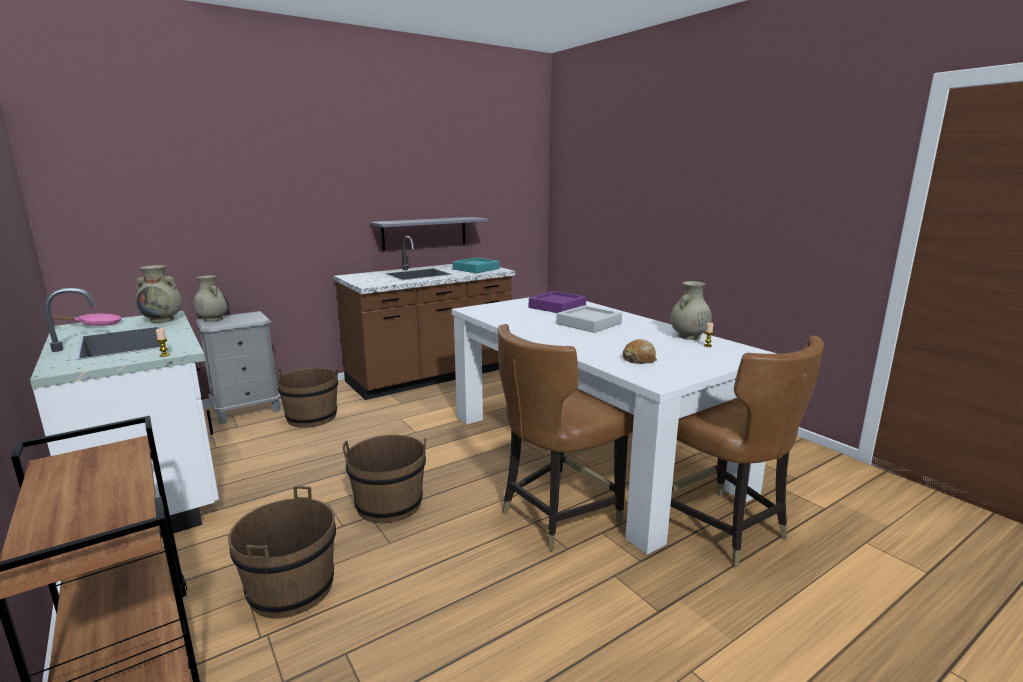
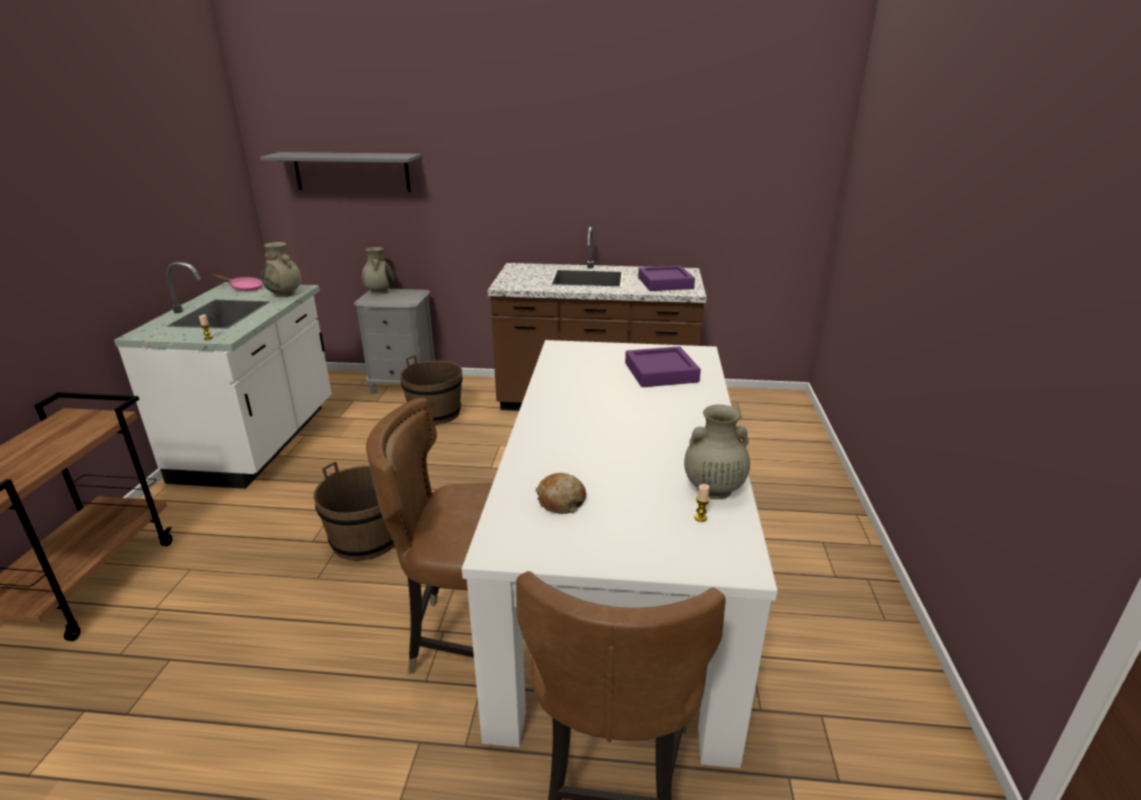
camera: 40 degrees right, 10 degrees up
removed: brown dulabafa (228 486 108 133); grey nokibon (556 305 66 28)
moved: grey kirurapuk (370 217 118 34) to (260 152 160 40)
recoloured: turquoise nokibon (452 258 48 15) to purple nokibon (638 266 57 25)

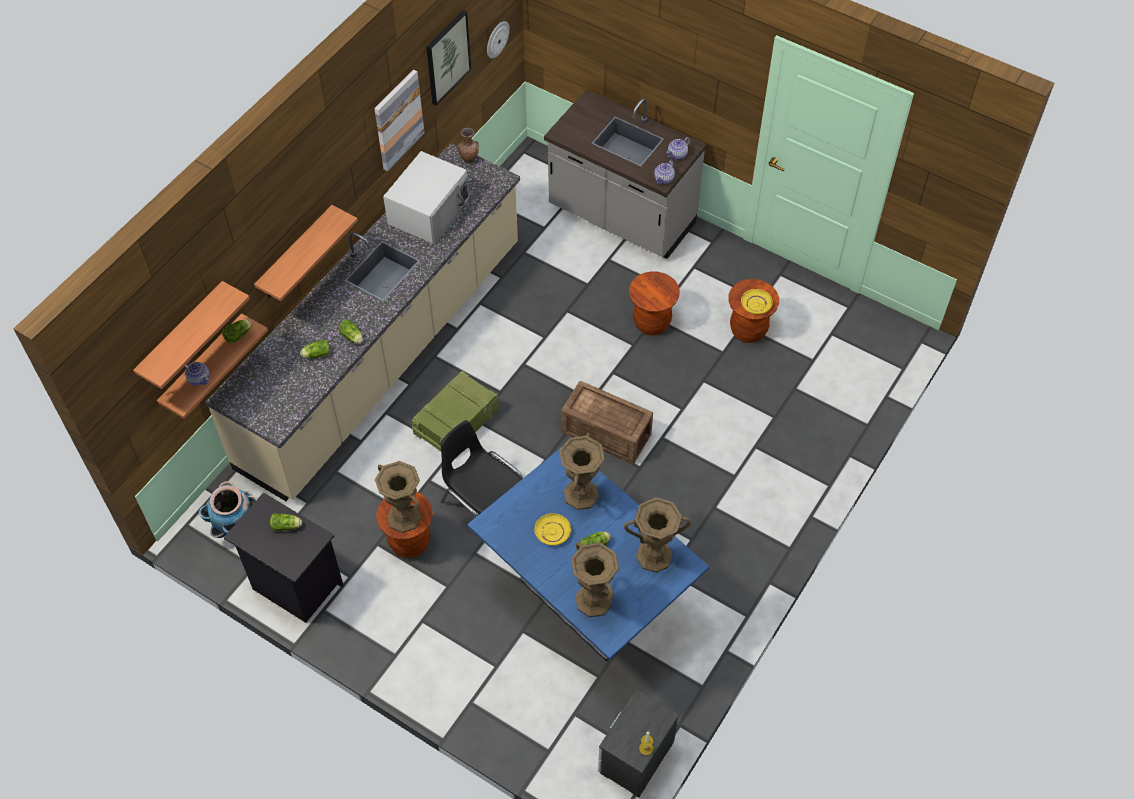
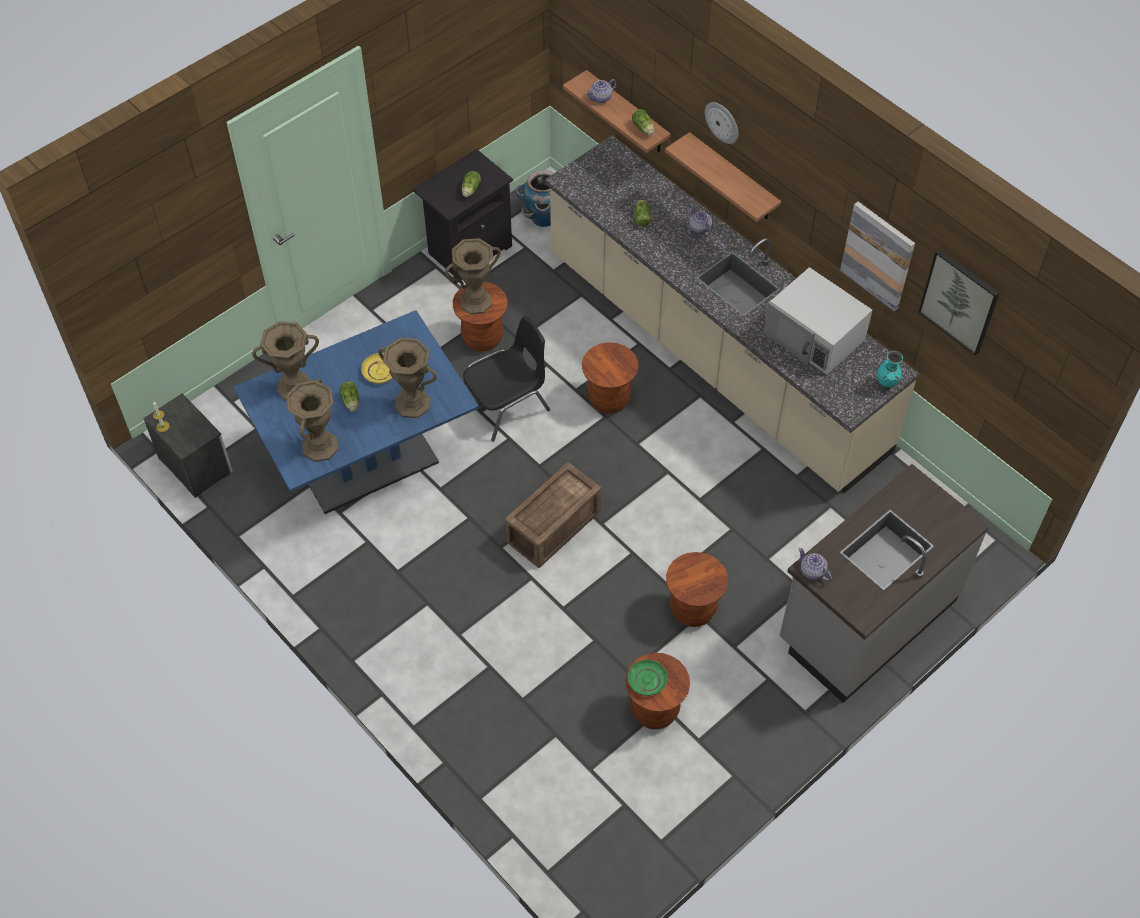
camera: 105 degrees right, 0 degrees up
removed: kirurapuk (133 281 117 108); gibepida (339 320 24 24)
moved: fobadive (666 137 24 23) to (689 205 23 31); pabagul (487 21 23 38) to (705 102 33 42)
replaced: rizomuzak (411 371 88 80) to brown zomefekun (582 342 56 72)
recoloured: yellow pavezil (741 289 32 25) to green pavezil (628 660 39 36); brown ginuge (458 128 21 36) to turquoise ginuge (877 351 26 38)

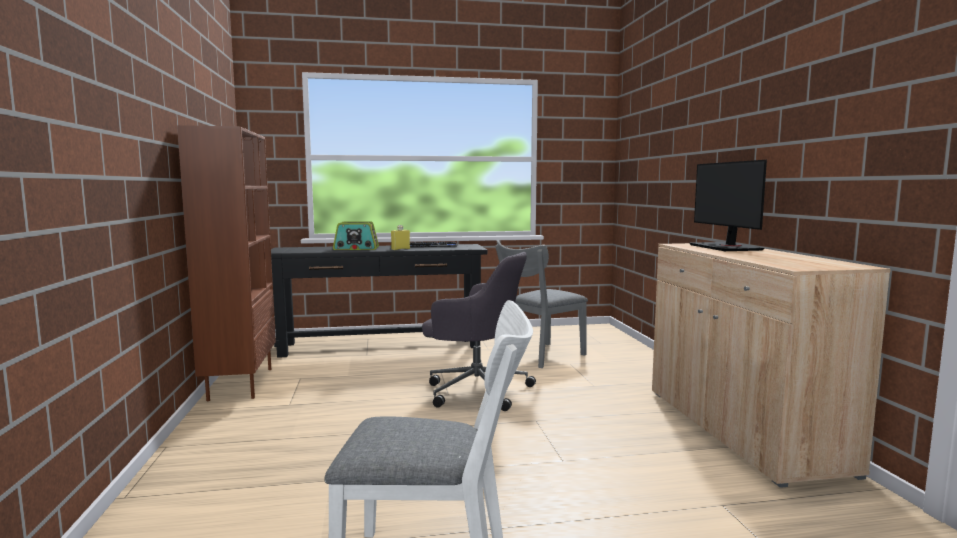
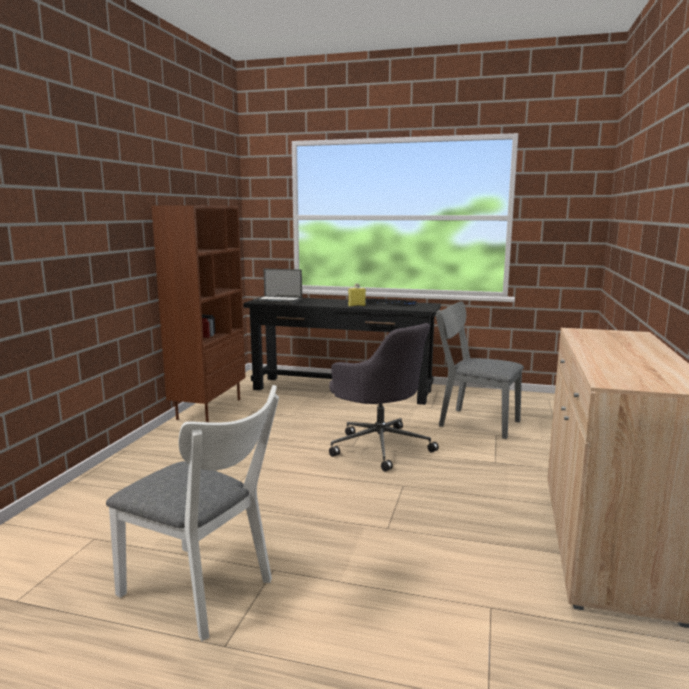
camera: 25 degrees right, 5 degrees up
removed: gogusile (333 221 46 29); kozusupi (690 160 77 91)
added: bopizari (252 269 50 35)
turned: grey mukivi (495 240 93 128) = (435 301 89 138) 45 degrees clockwise

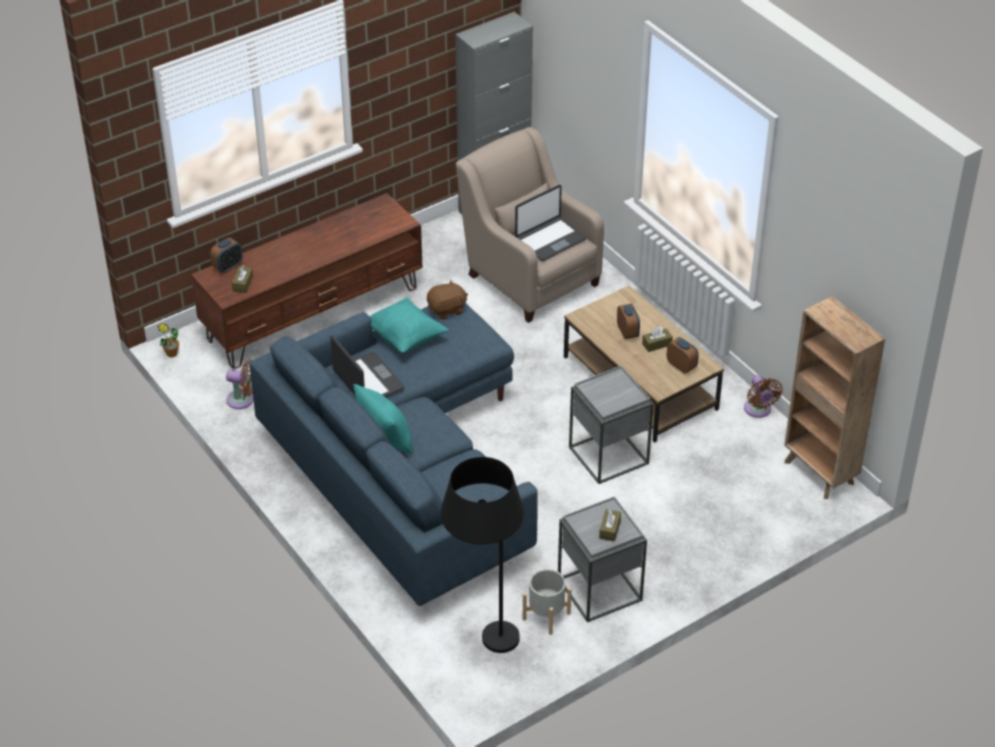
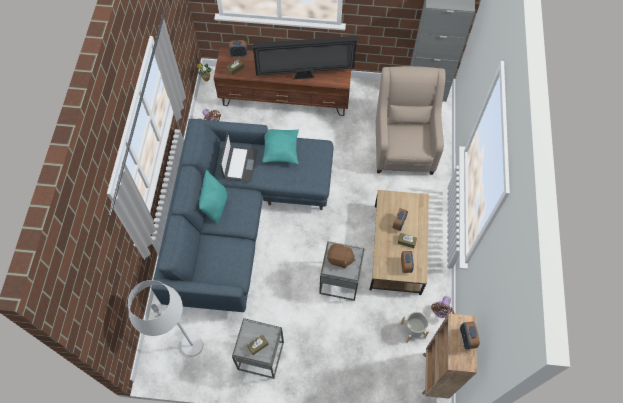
camera: 40 degrees right, 20 degrees up
removed: bopizari (515 185 71 76)
added: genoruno (253 36 104 43); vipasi (460 321 20 28)
moved: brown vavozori (427 280 41 40) to (327 244 28 24); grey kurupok (523 569 49 66) to (400 312 29 31)
recoloured: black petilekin (441 457 83 196) to white petilekin (128 280 75 77)

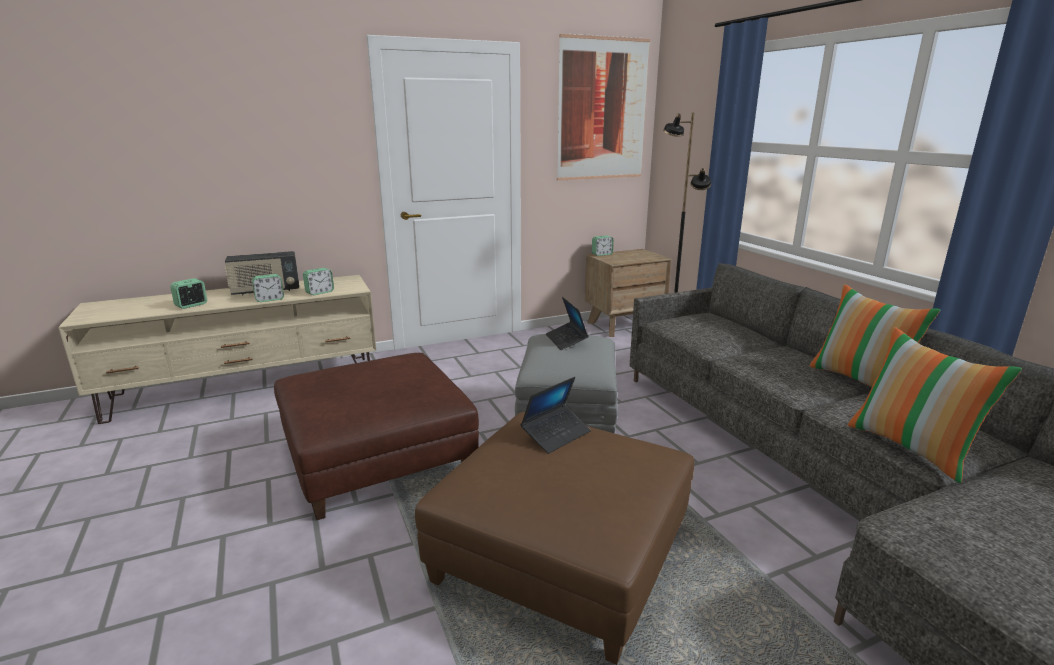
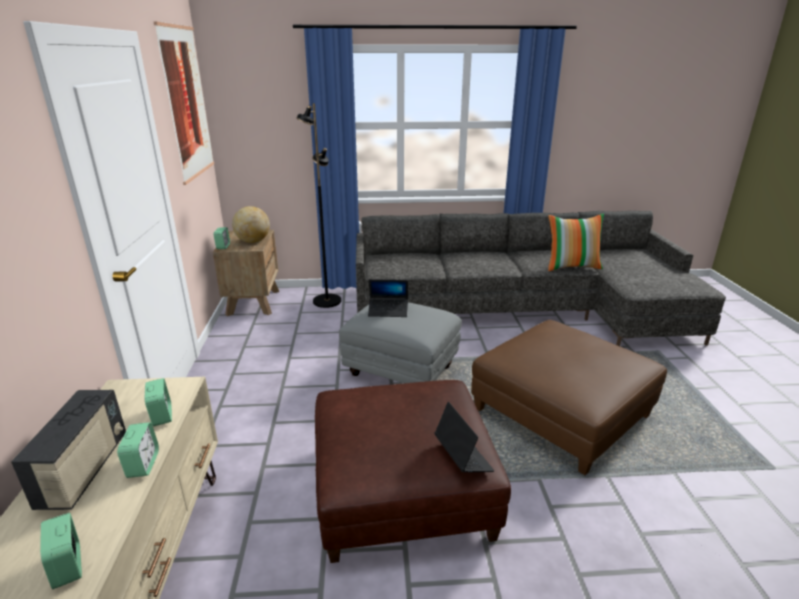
camera: 70 degrees left, 5 degrees up
removed: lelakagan (809 284 132 103)
added: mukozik (232 206 38 37)
moved: bopizari (520 377 71 77) to (434 402 60 70)

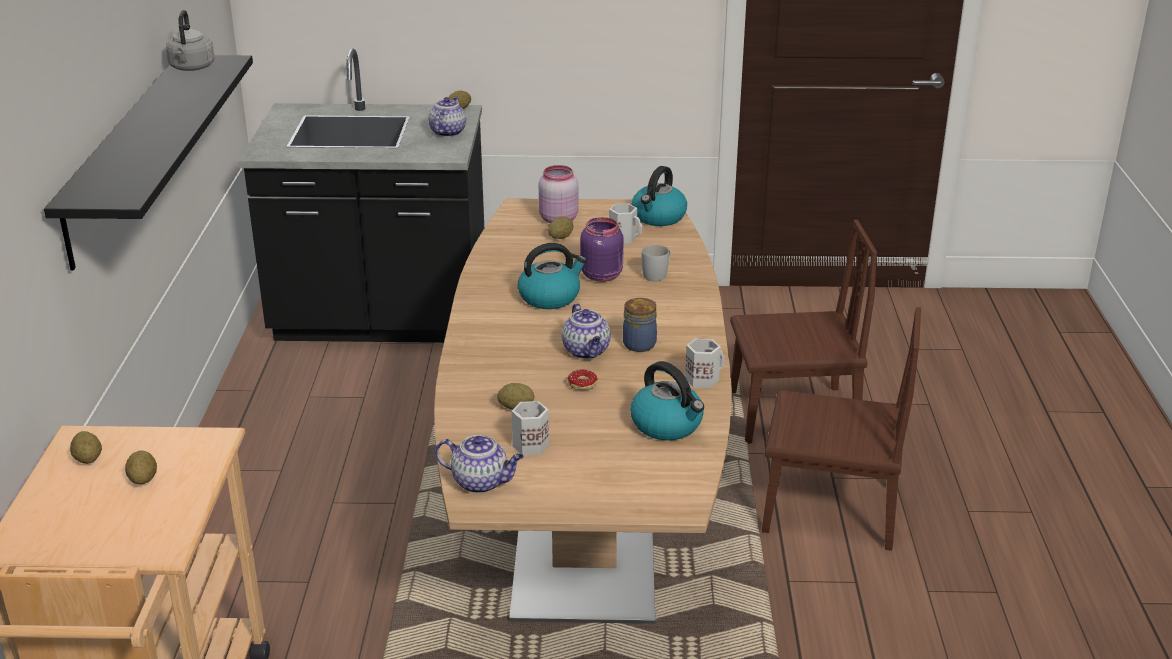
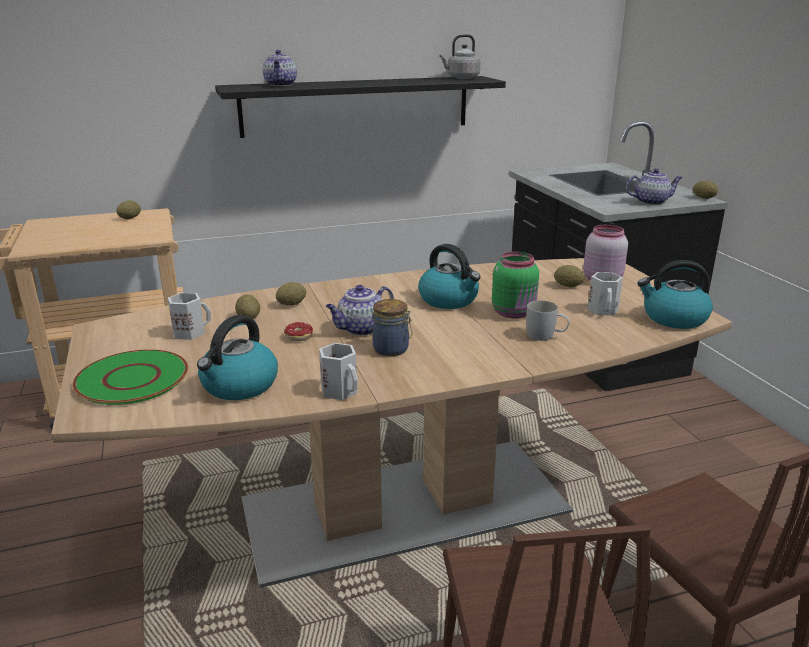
camera: 70 degrees right, 5 degrees down
added: green pavezil (72 349 116 56)
moved: fobadive (435 435 89 58) to (263 50 34 36); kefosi (125 451 32 33) to (276 282 30 23)
recoloured: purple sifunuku (580 217 44 65) to green sifunuku (492 251 47 68)

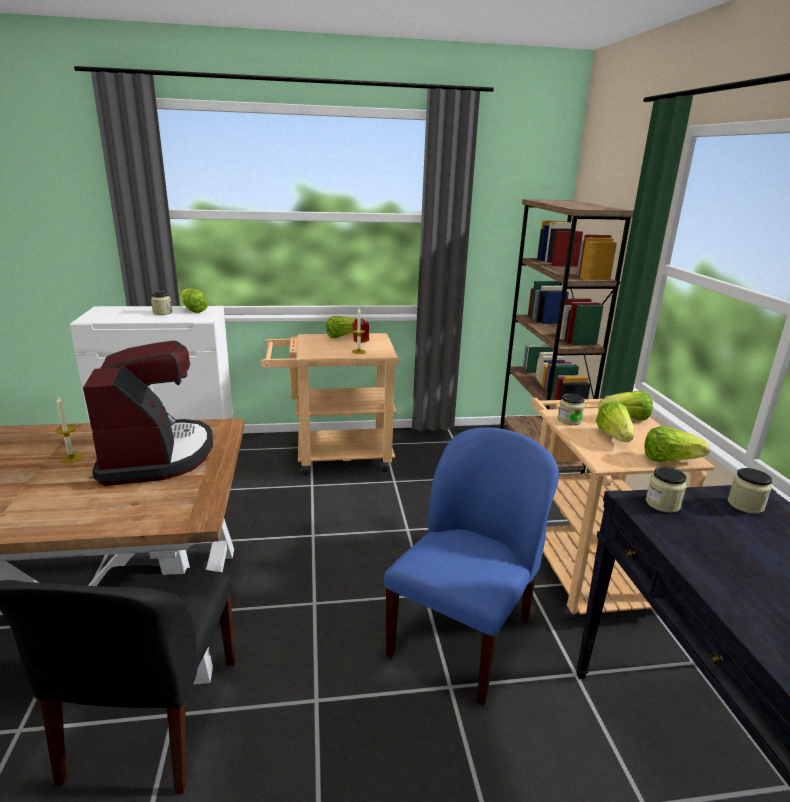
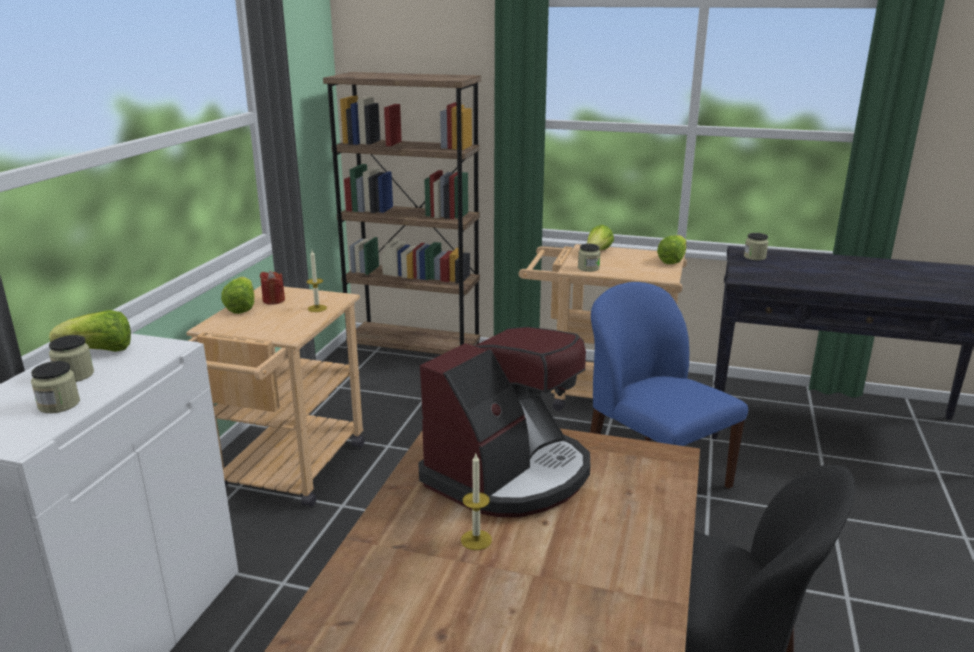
camera: 65 degrees left, 0 degrees up
removed: gibepida (596 402 38 40)
moved: sifunuku (646 467 41 46) to (31 361 49 52)
turned: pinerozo (83 341 130 145) = (418 327 172 191) 120 degrees clockwise

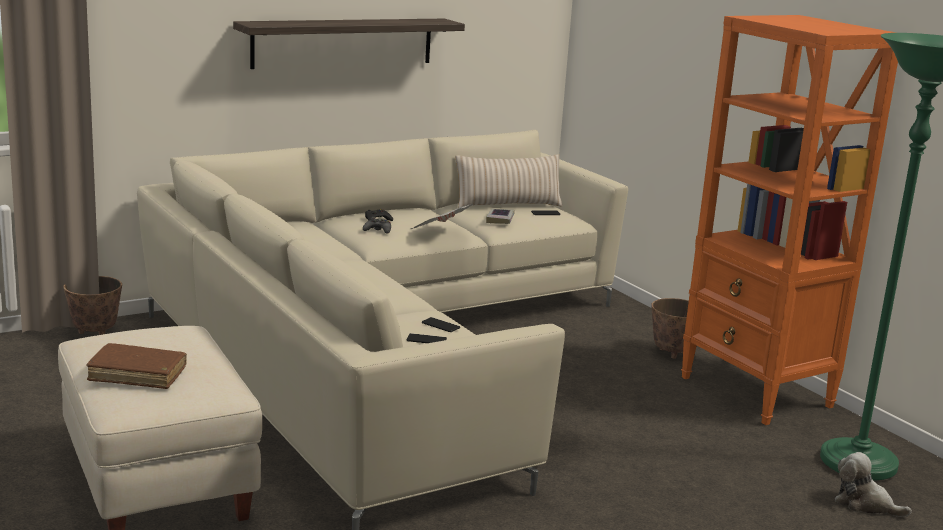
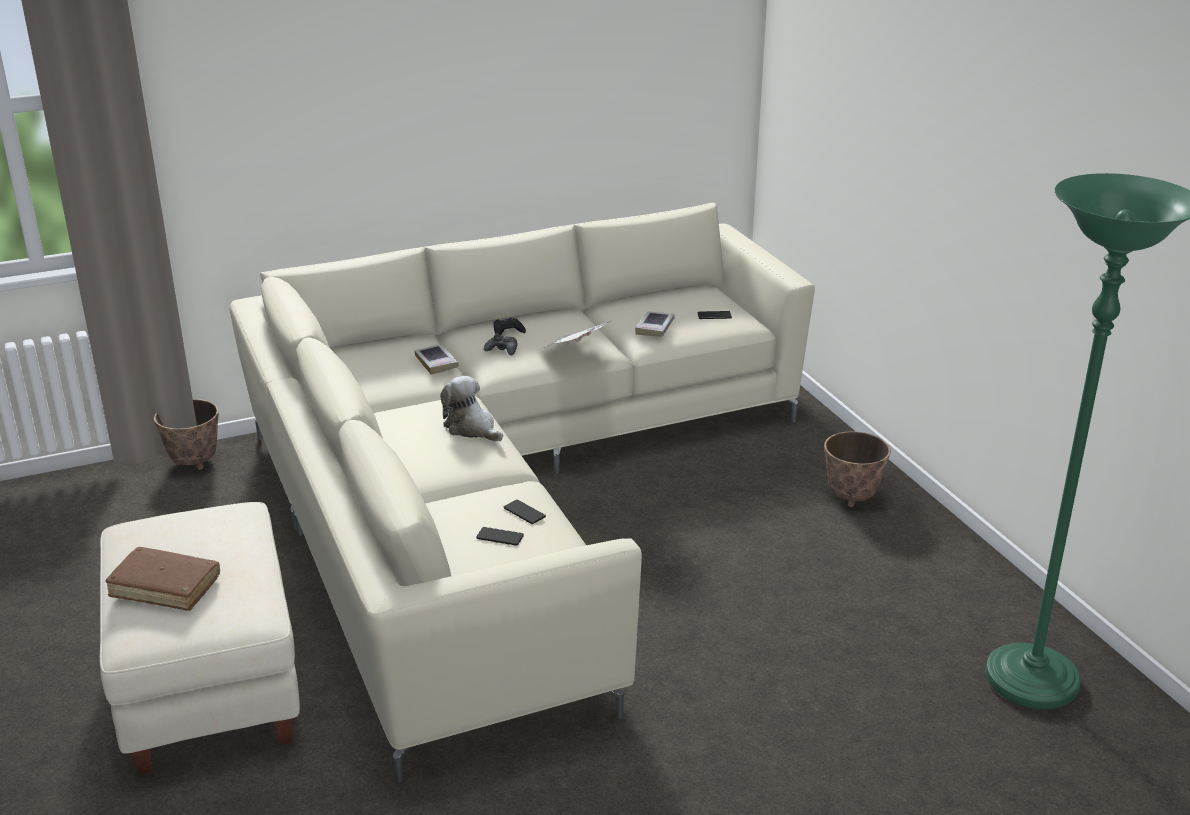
camera: 10 degrees right, 10 degrees up
removed: kirurapuk (233 19 232 50); beige lelakagan (455 154 107 54); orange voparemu (681 15 217 410)
added: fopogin (414 344 45 31)
moved: vavozori (835 452 77 65) to (440 376 63 66)

